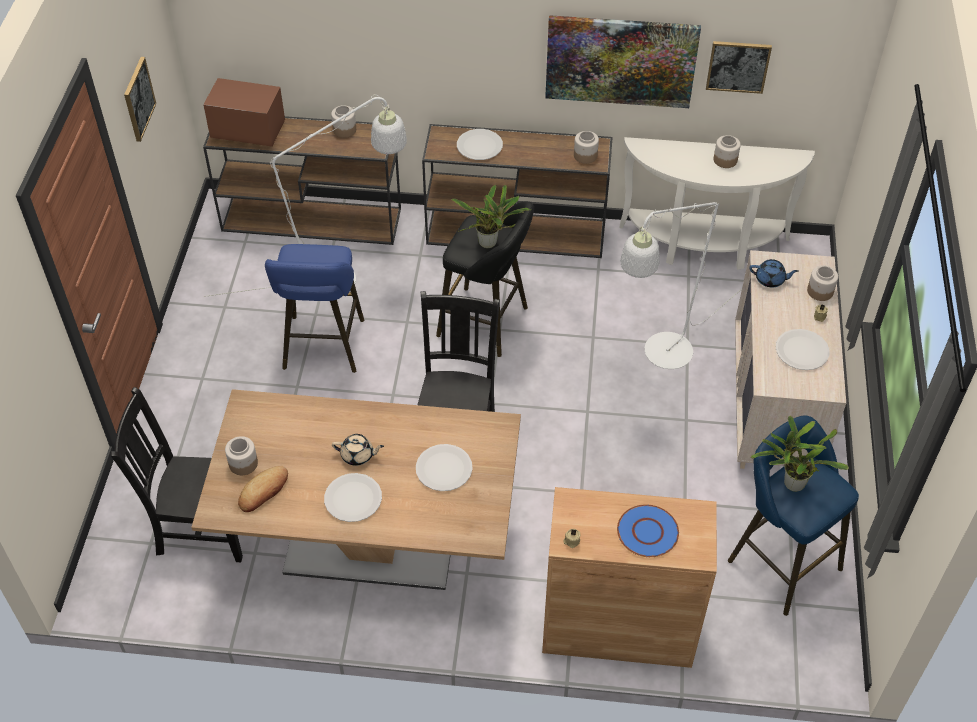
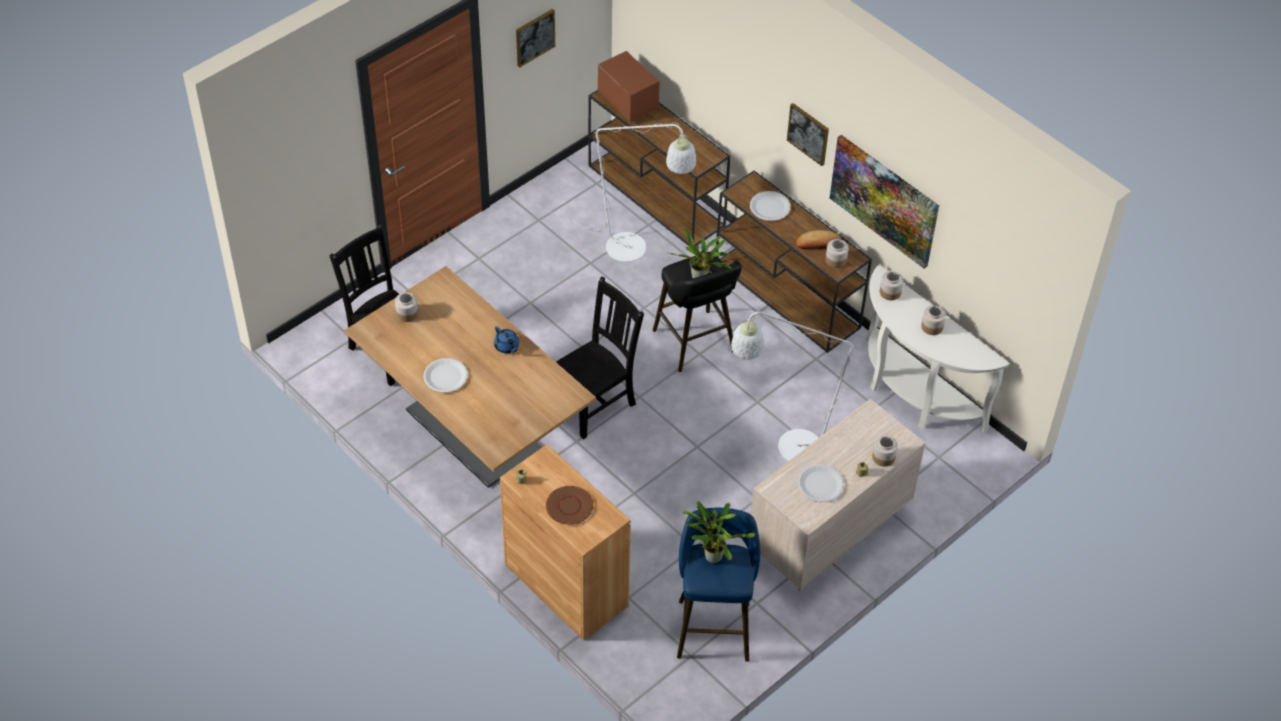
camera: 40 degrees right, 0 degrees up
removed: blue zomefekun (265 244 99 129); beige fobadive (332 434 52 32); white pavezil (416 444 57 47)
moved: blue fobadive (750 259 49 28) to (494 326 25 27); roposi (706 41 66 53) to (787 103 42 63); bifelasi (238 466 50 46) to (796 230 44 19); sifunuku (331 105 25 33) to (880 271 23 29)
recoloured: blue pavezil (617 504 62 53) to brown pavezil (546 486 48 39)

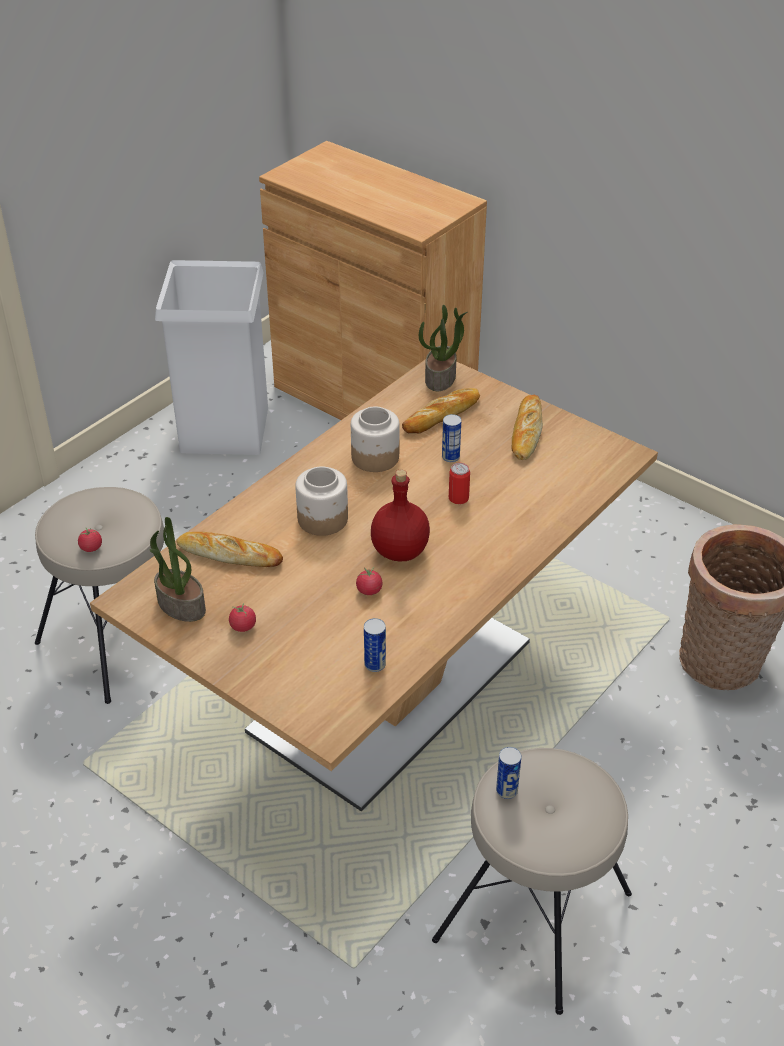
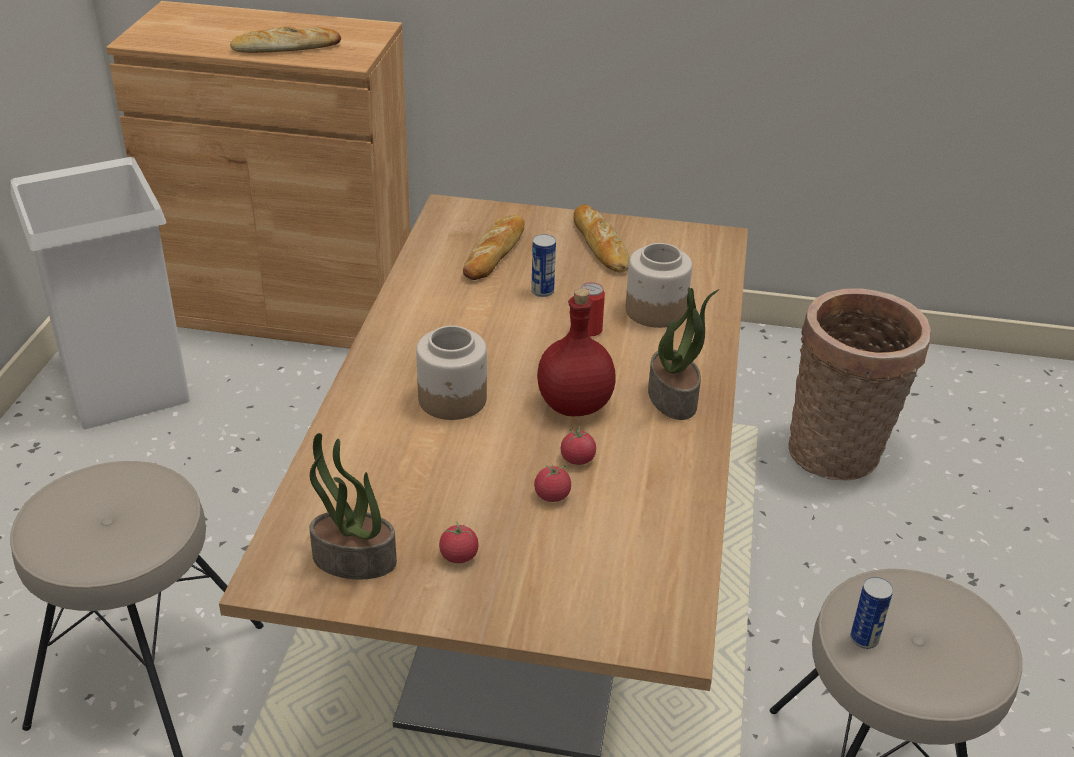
camera: 30 degrees left, 5 degrees down
removed: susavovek (364 618 22 54)
moved: bifelasi (176 532 107 35) to (230 26 111 27); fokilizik (78 528 24 24) to (534 465 37 37); sifunuku (351 406 49 66) to (626 243 66 85); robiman (419 305 48 86) to (648 287 71 133)

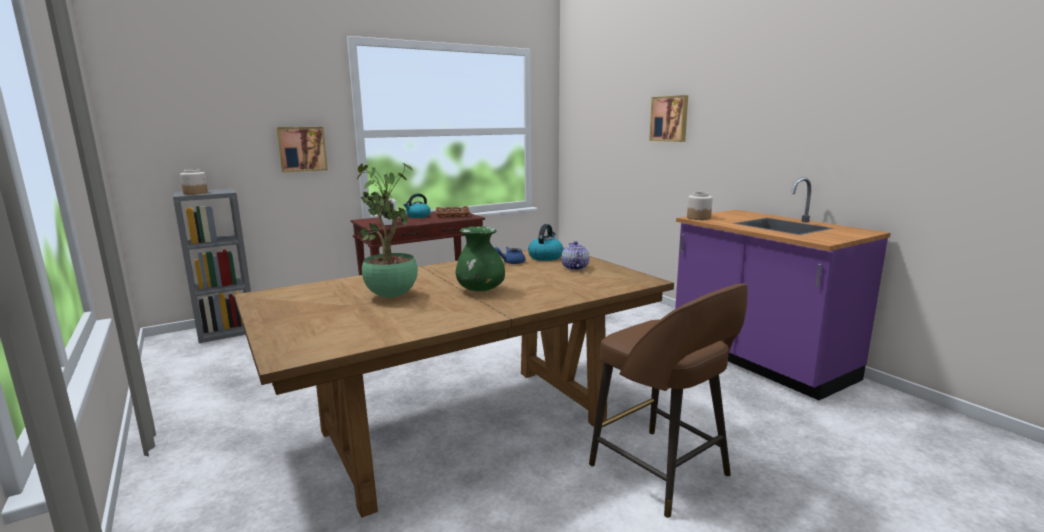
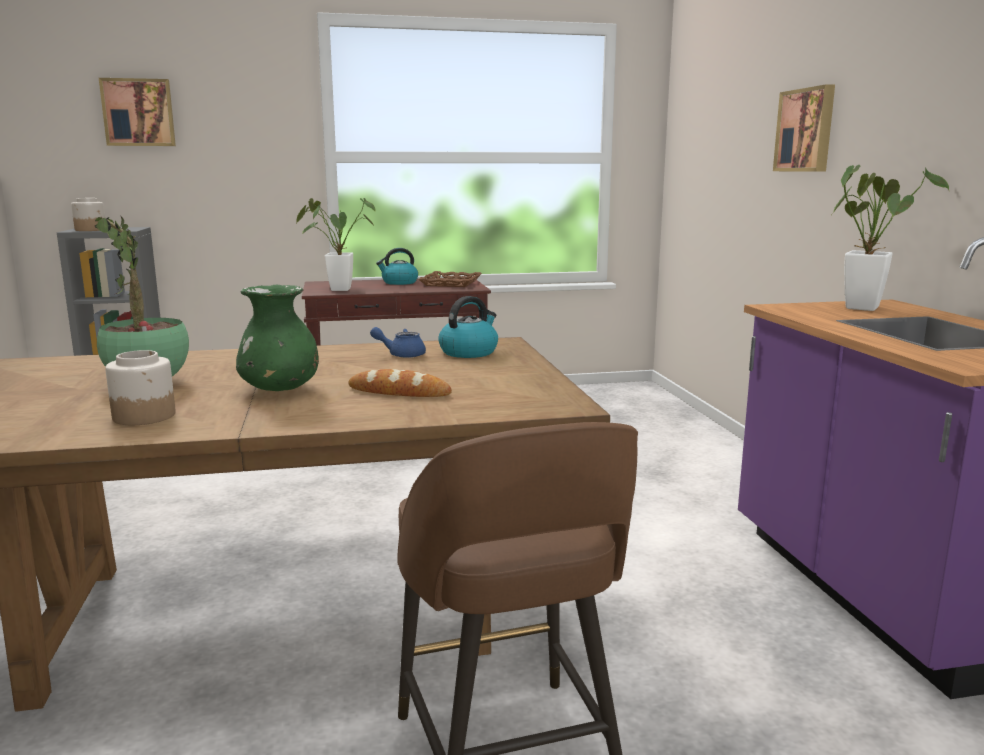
camera: 20 degrees right, 0 degrees up
removed: fobadive (561 241 28 29)
added: bifelasi (349 369 103 28); robiman (833 165 117 146)
moved: roposi (276 127 52 45) to (99 78 77 68); sifunuku (687 192 26 28) to (105 350 70 75)

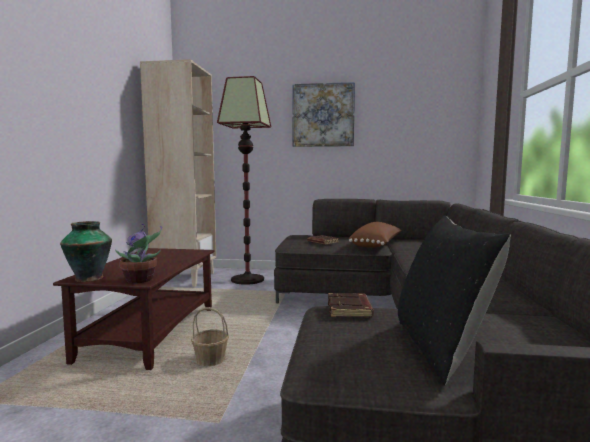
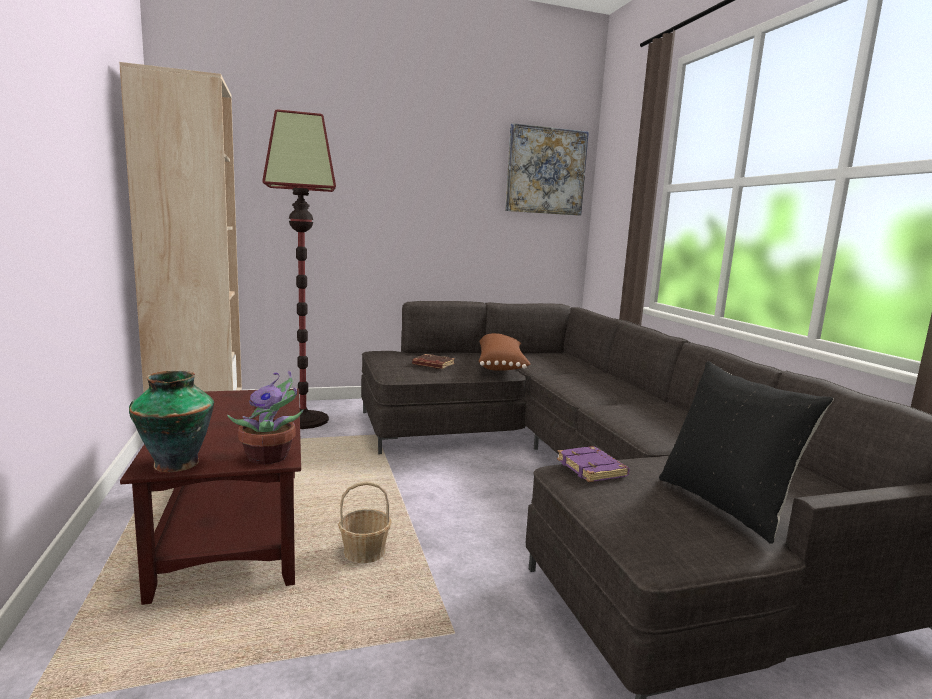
camera: 25 degrees left, 5 degrees up
moved: roposi (293 82 62 65) to (505 123 84 93)
recoloured: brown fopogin (328 293 46 25) to purple fopogin (557 446 73 36)

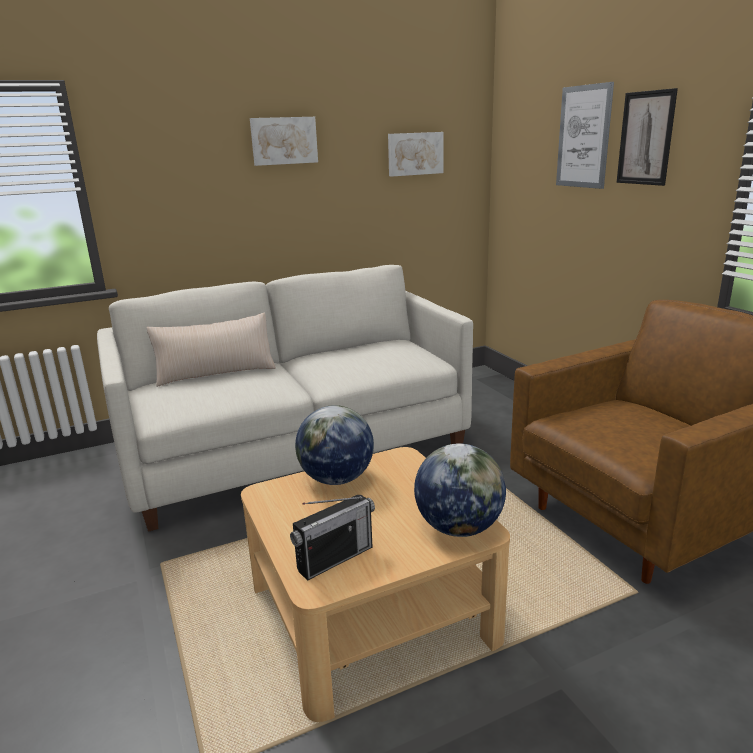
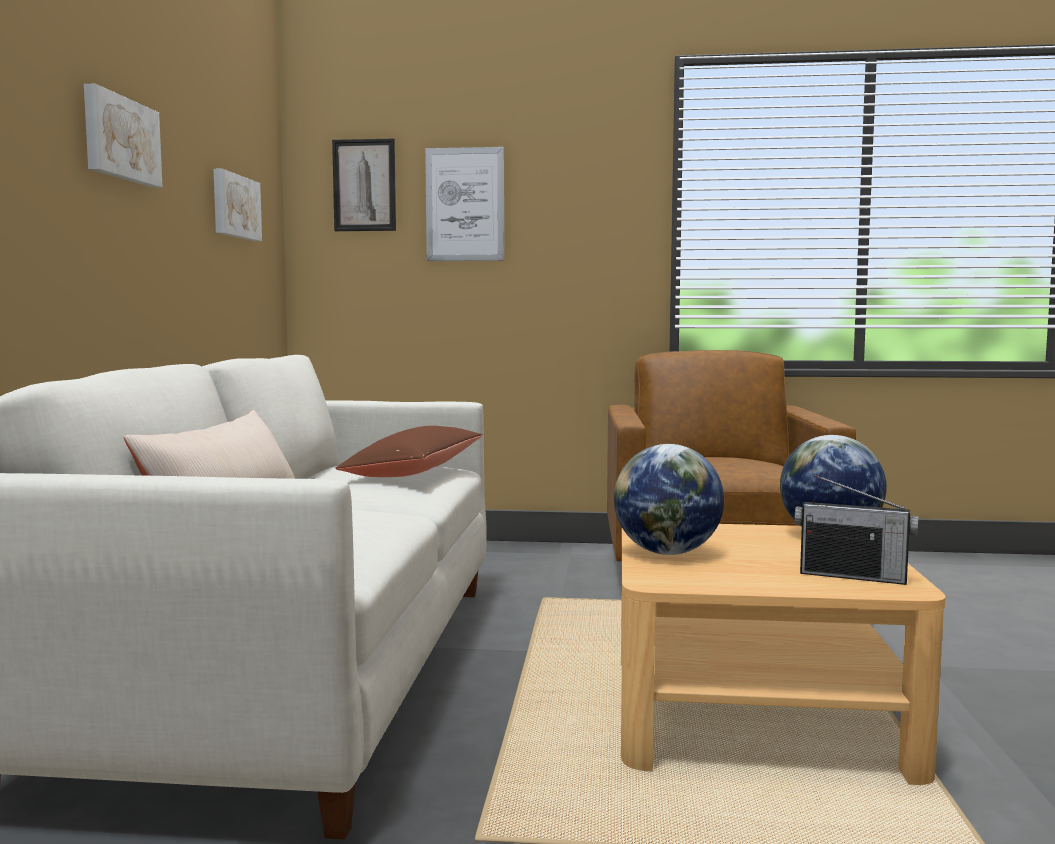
camera: 60 degrees left, 15 degrees down
added: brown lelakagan (335 426 148 51)
moved: roposi (616 88 62 98) to (332 138 64 93)
turned: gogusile (290 495 85 86) = (794 475 124 110) 120 degrees clockwise

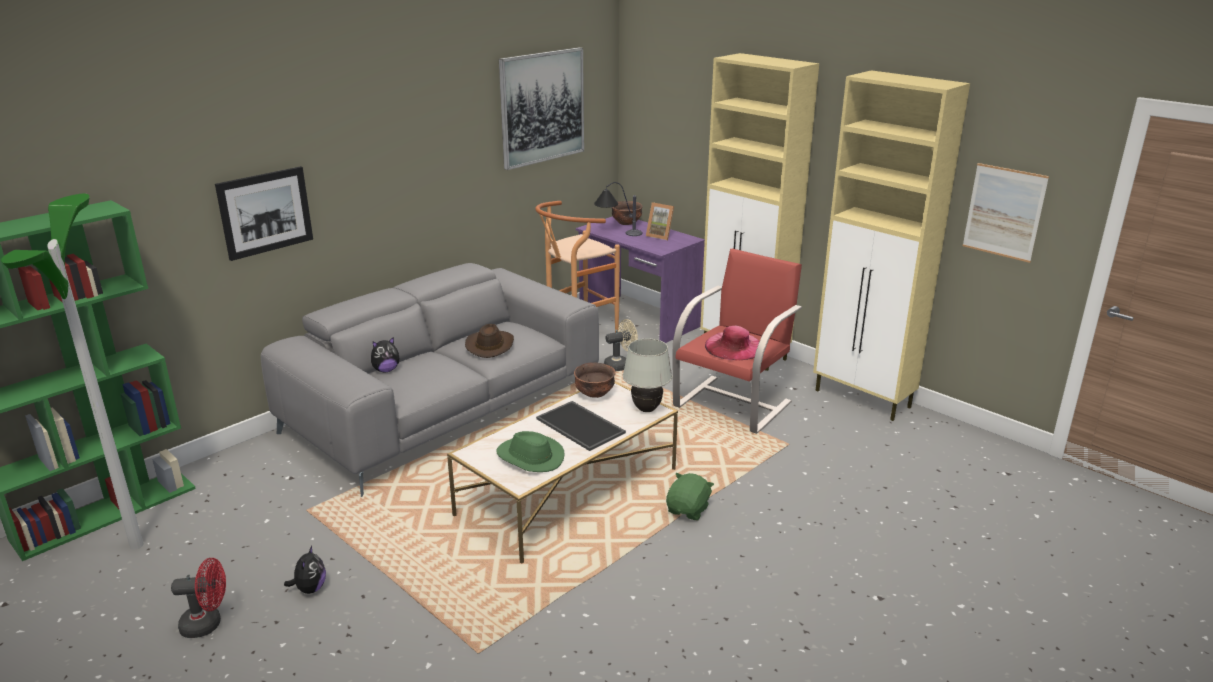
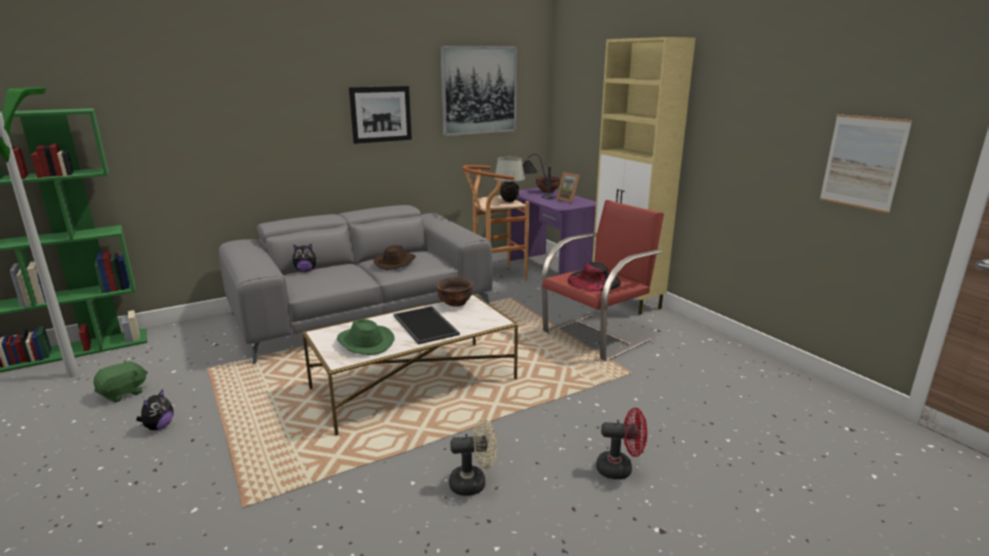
camera: 15 degrees right, 5 degrees down
removed: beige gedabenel (813 70 157 351)
moved: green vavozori (666 473 48 47) to (93 360 55 42); roposi (215 166 98 95) to (349 86 63 58); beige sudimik (604 319 34 52) to (449 418 48 78); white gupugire (623 339 49 73) to (494 156 31 46); red sudimik (171 558 55 80) to (596 408 51 71)
recoloured: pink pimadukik (705 326 55 34) to black pimadukik (568 262 53 29)

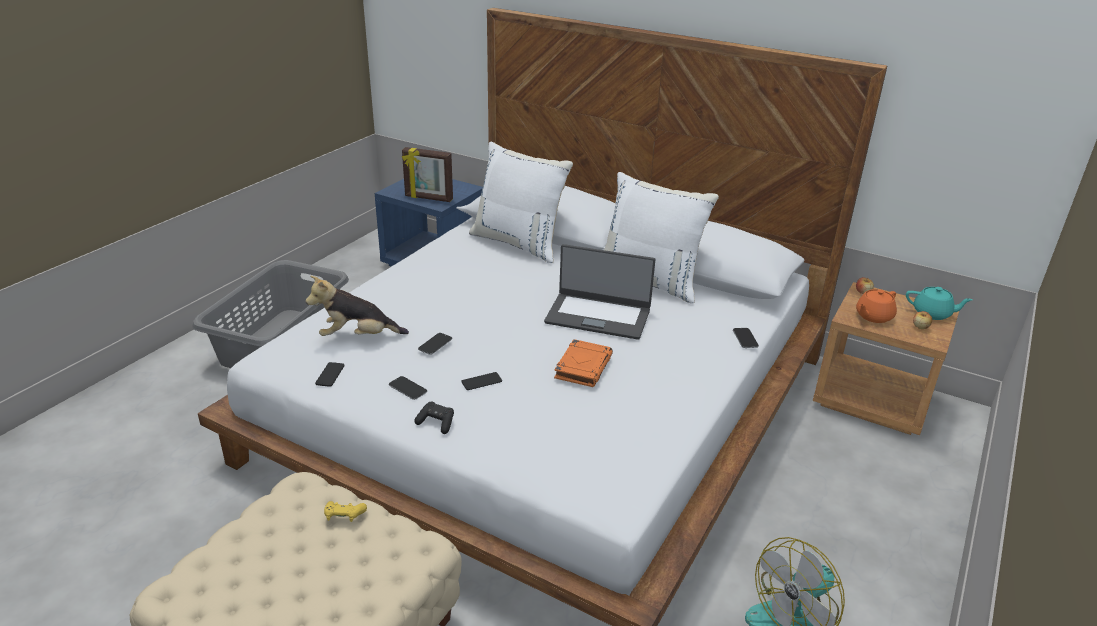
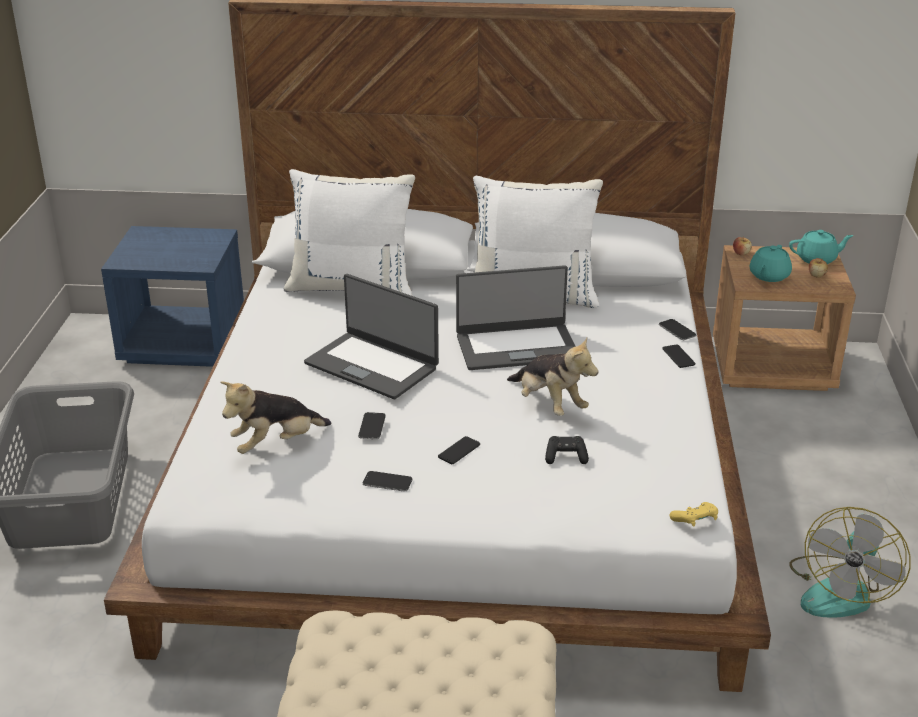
camera: 25 degrees left, 0 degrees up
removed: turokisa (402 147 51 55)
added: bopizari (304 274 135 125)
moved: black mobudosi (415 402 39 32) to (545 436 44 28); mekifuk (315 362 30 25) to (662 344 33 24); yellow mobudosi (324 501 43 21) to (670 502 48 25)
replaced: orange fopogin (554 339 59 48) to vavozori (507 337 92 79)
recoloured: orange fobadive (856 289 41 34) to turquoise fobadive (750 245 42 37)

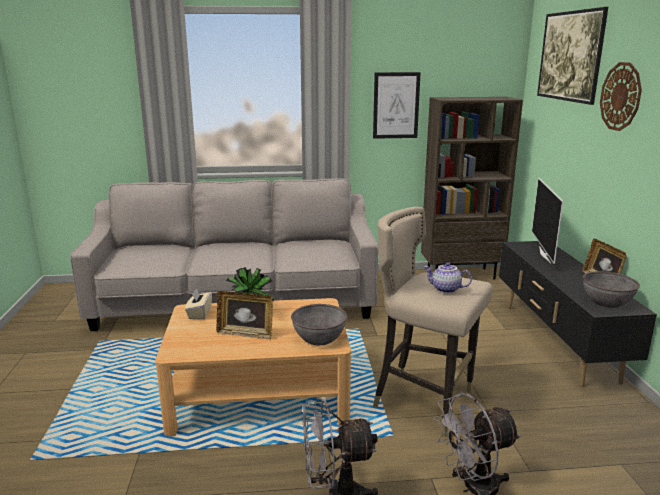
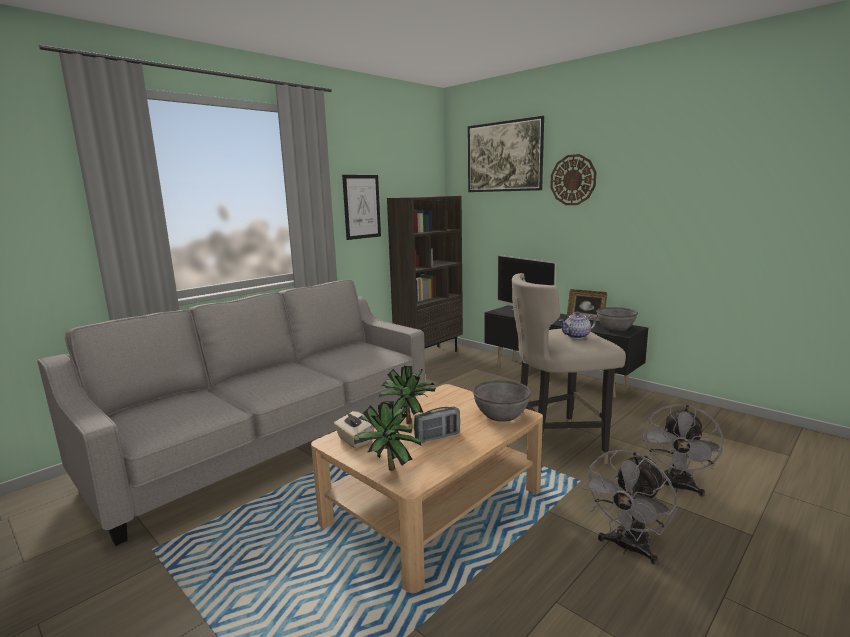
camera: 40 degrees left, 5 degrees down
added: robiman (354 401 68 70)
replaced: turokisa (216 291 57 49) to gogusile (414 407 46 36)

